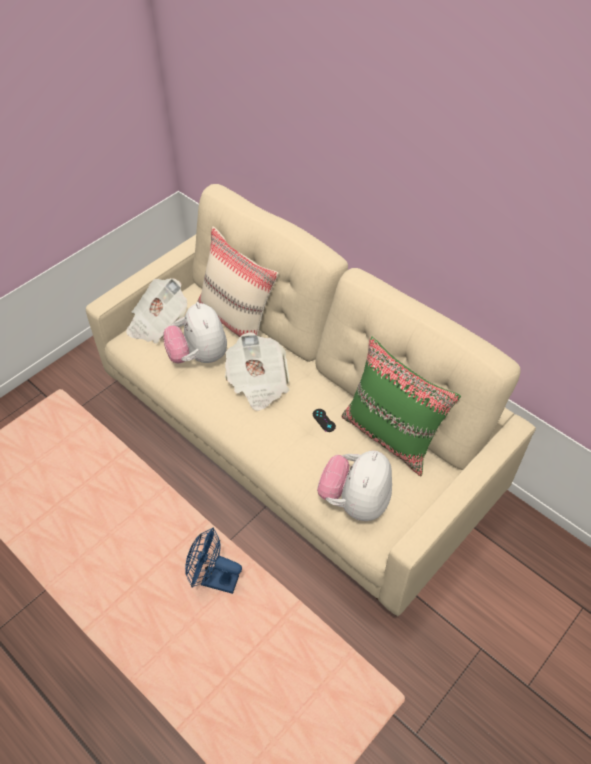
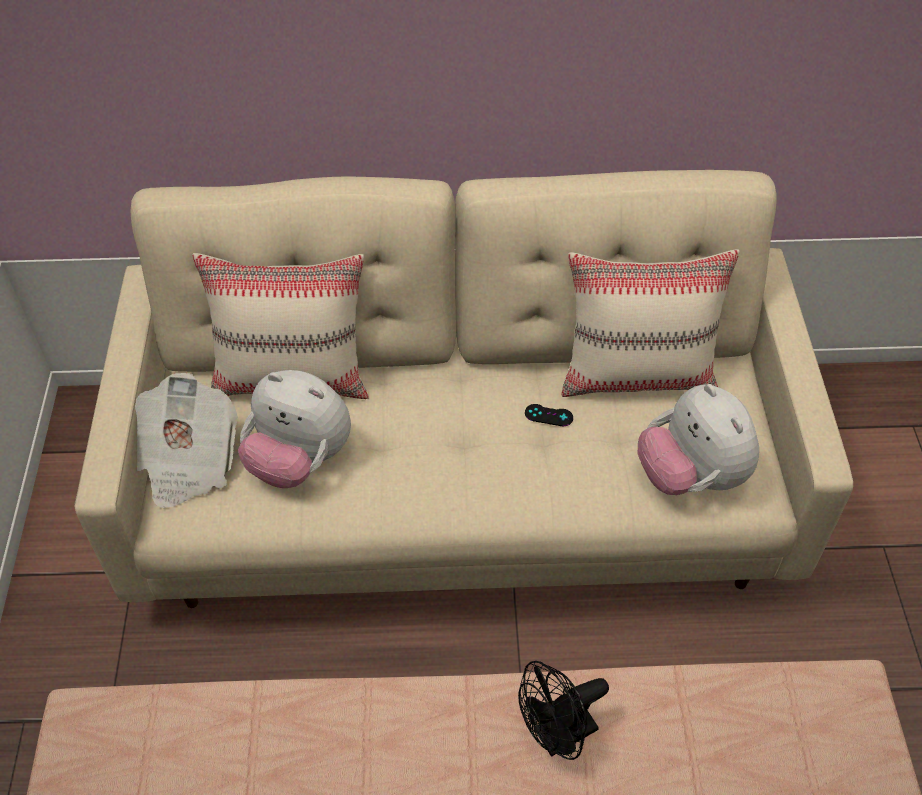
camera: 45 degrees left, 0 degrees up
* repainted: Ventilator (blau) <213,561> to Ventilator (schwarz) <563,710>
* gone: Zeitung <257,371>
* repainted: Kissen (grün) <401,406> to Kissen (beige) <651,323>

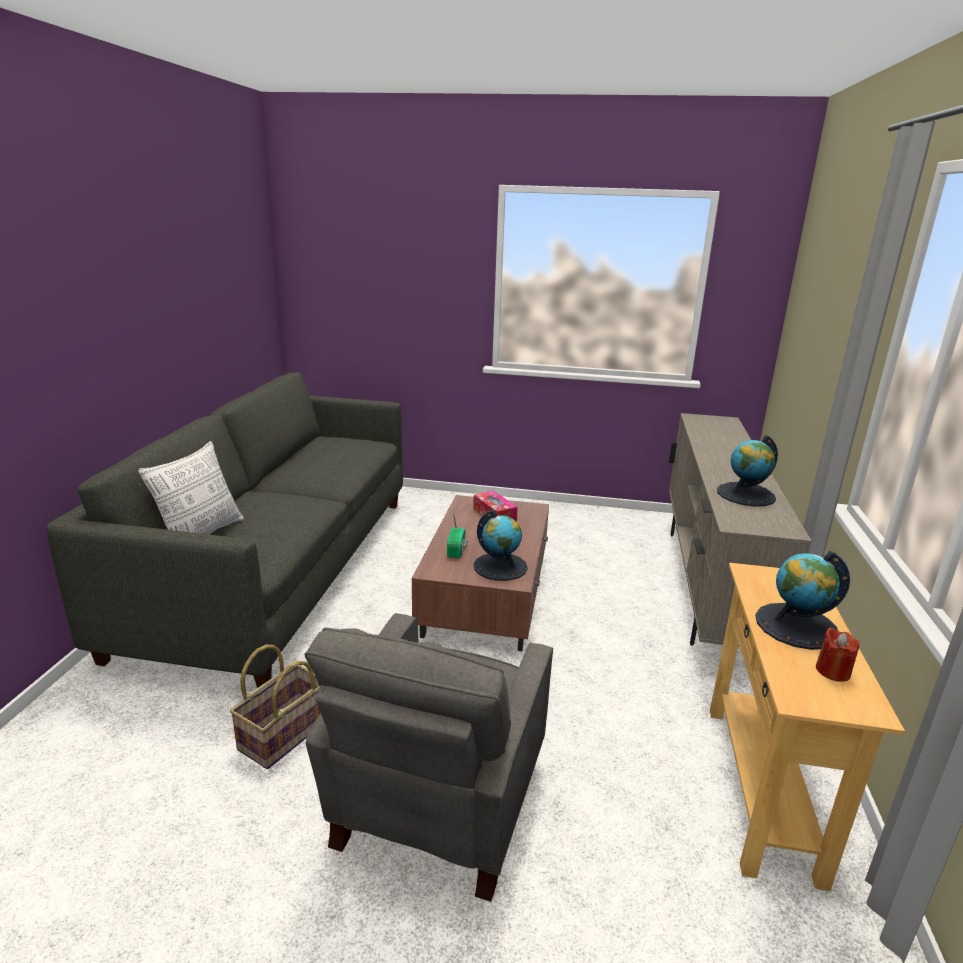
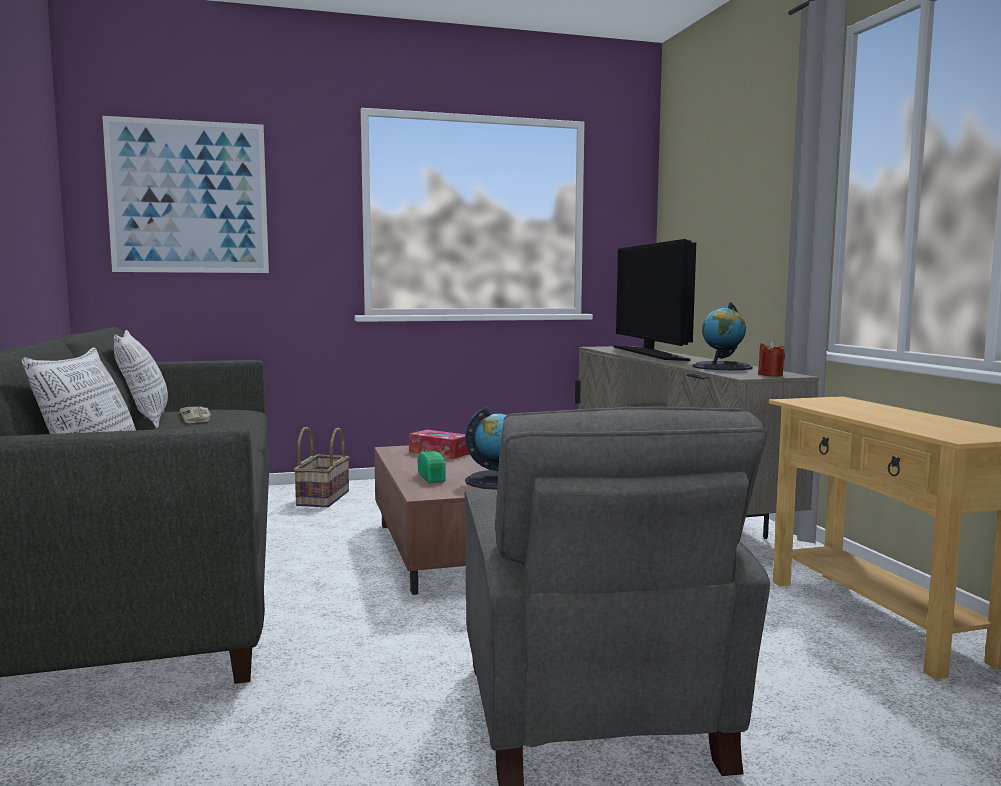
camera: 25 degrees left, 15 degrees down
* shifted: Korb <275,706> to <321,467>
* gone: Globus <802,600>
* shifted: Kerze (rot) <838,654> to <771,358>
* new: Bild <185,194>
* new: Kissen <141,379>
* new: Zeitung <195,415>
* new: Fernseher <655,300>

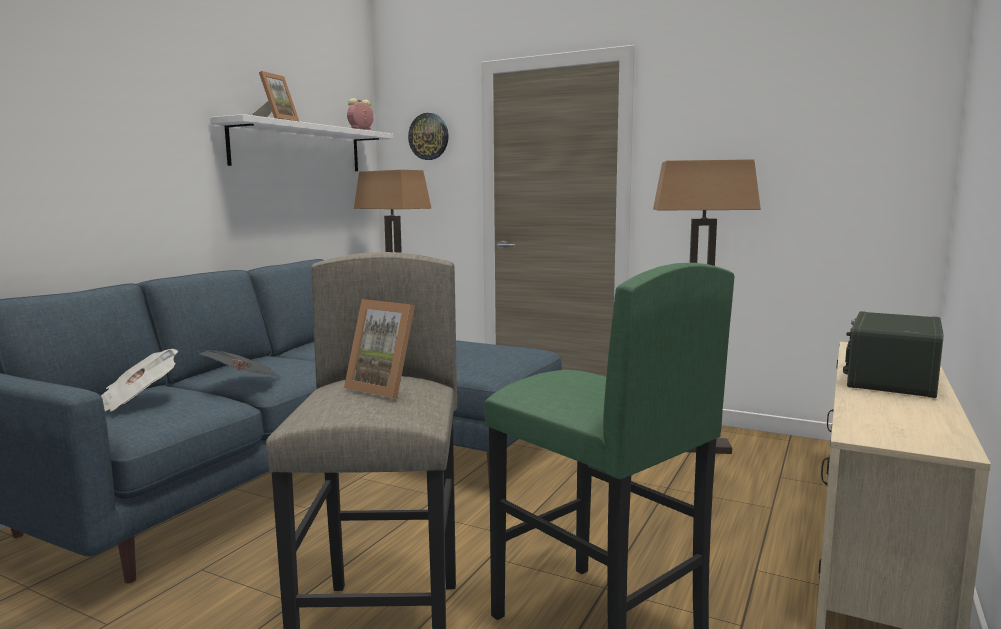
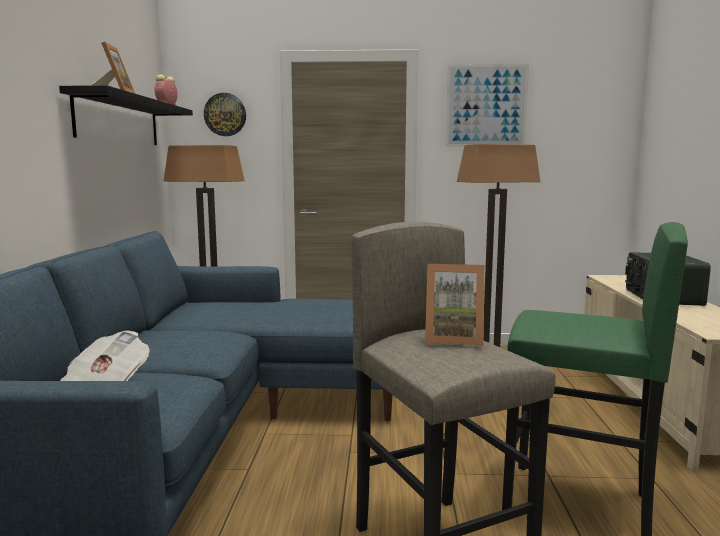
camera: 25 degrees left, 0 degrees up
* gone: Zeitung <240,363>
* repainted: Wandregal (weiß) <301,142> to Wandregal (schwarz) <126,115>
* new: Bild <487,105>

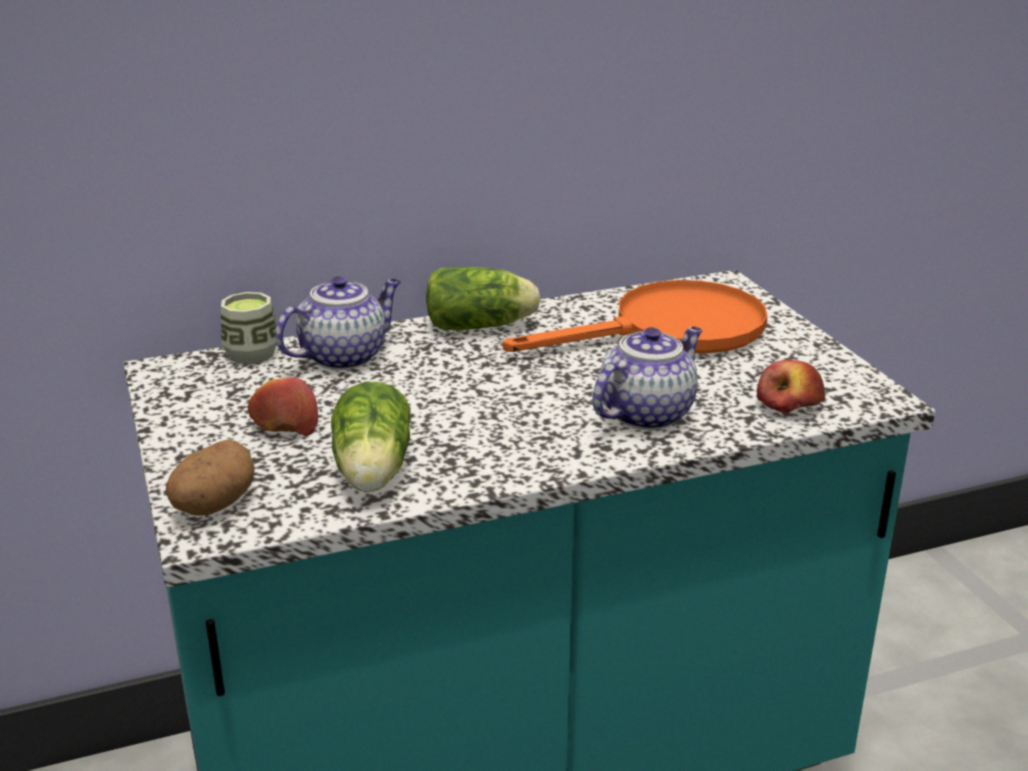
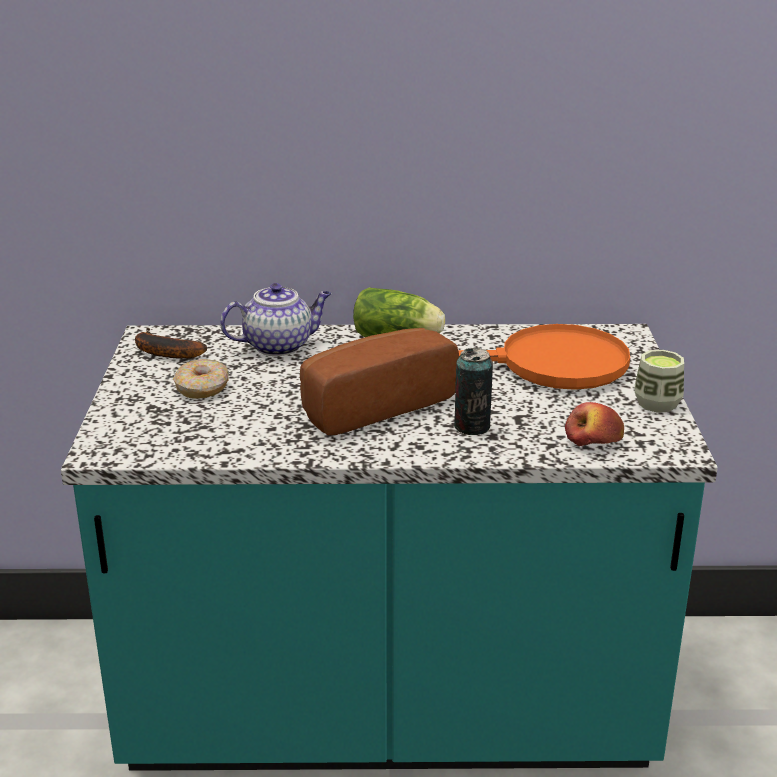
camera: 20 degrees right, 0 degrees up
* gone: Kartoffel <210,478>
* shifted: Tasse <249,328> to <659,381>
* swapped: Apfel <283,407> to Donut <201,379>
* gone: Salatkopf <371,437>
* swapped: Teekanne <647,378> to Dose <473,391>
* new: Banane <171,343>
* new: Brot <379,381>

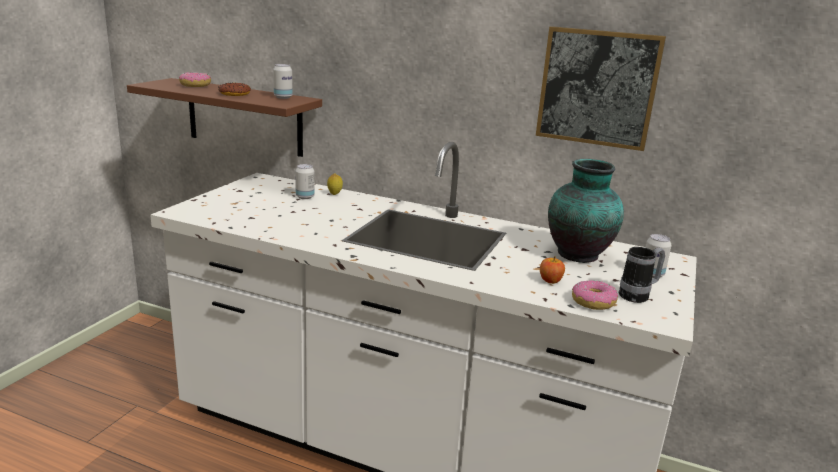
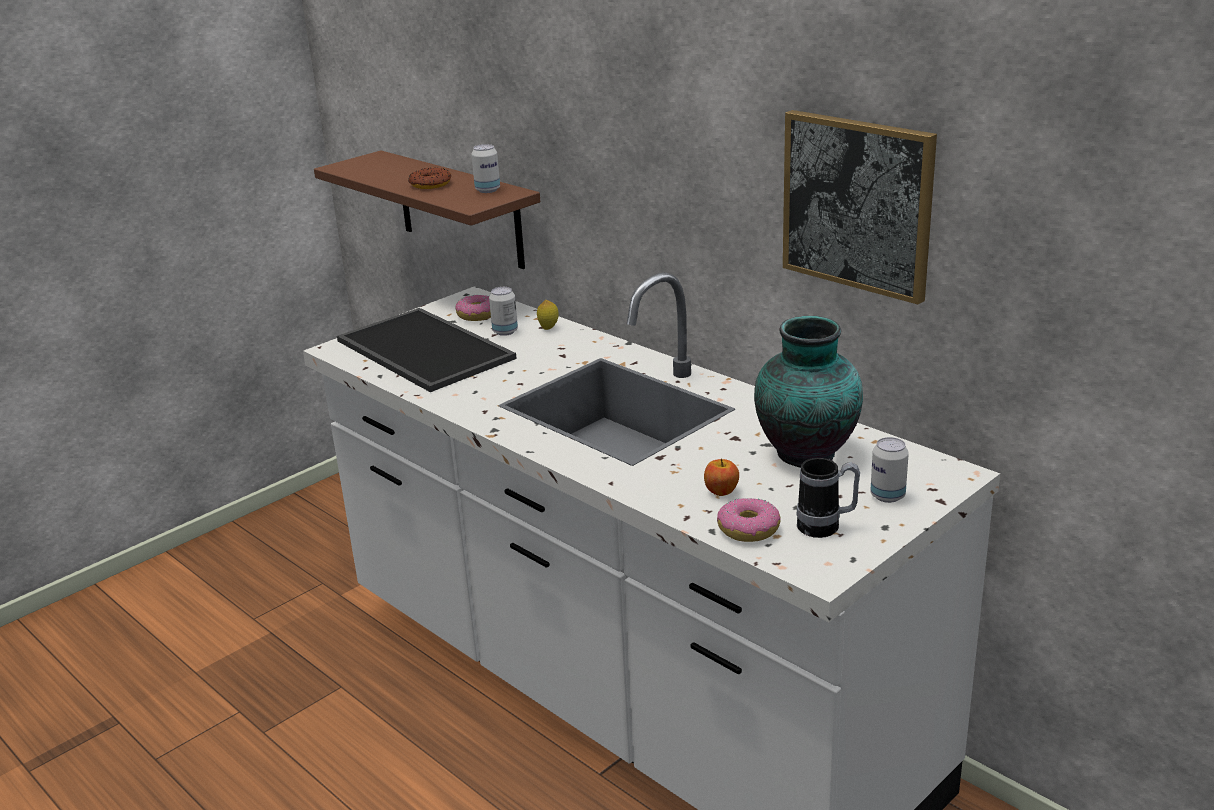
camera: 25 degrees right, 5 degrees up
* shifted: Donut <195,80> to <473,308>
* new: Tablett <427,350>

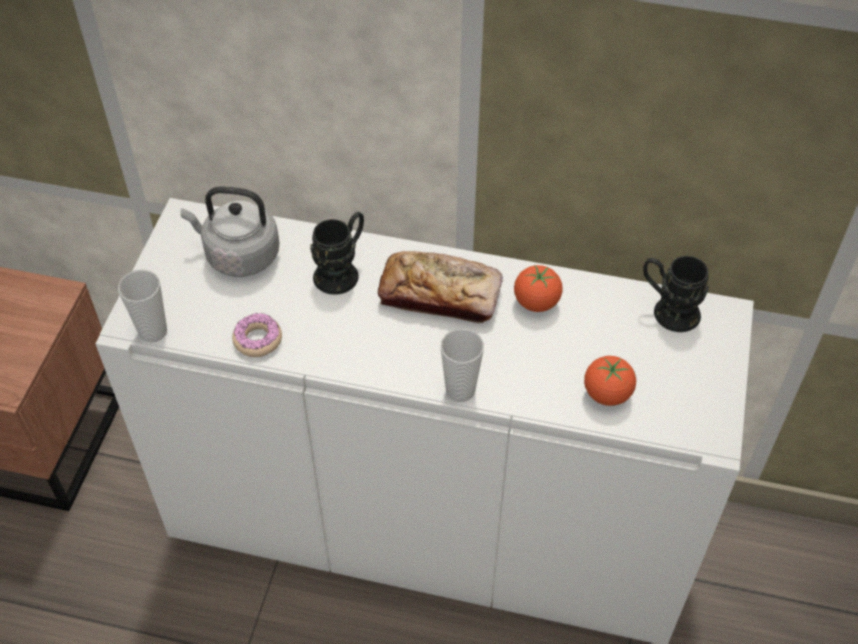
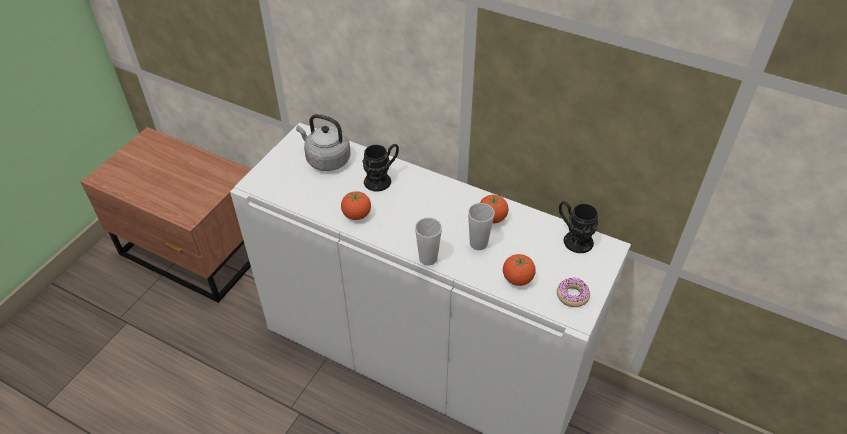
camera: 15 degrees right, 5 degrees down
* shifted: Tasse <142,306> to <481,226>
* shifted: Donut <257,335> to <573,292>
* gone: Brot <440,287>
* new: Tomate <356,205>

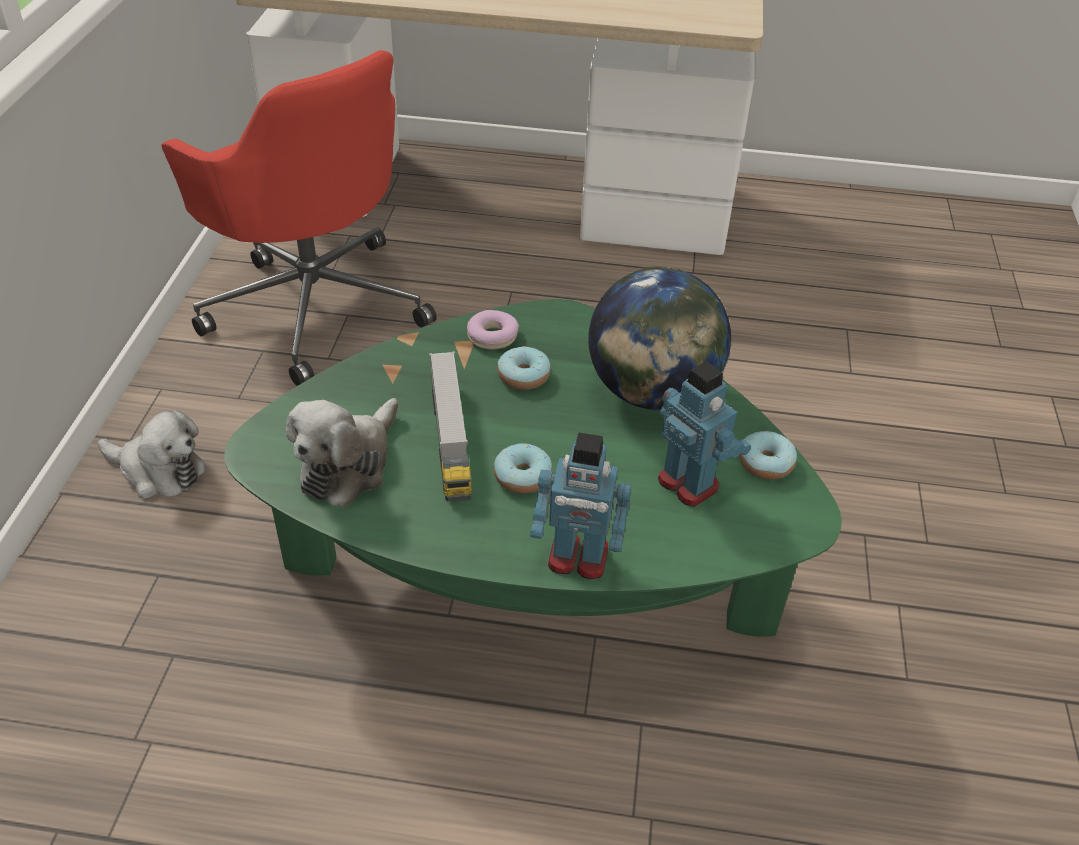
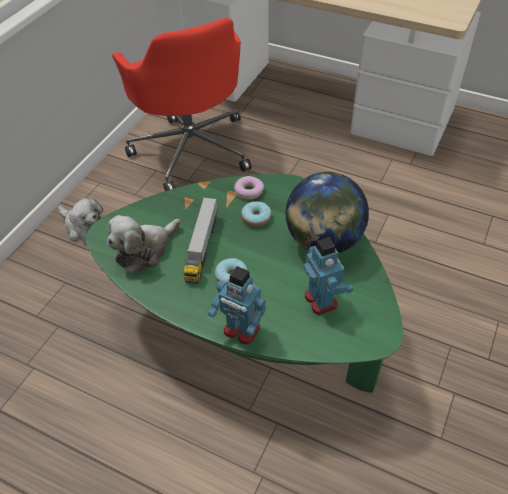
camera: 20 degrees right, 5 degrees up
* gone: Donut <768,455>

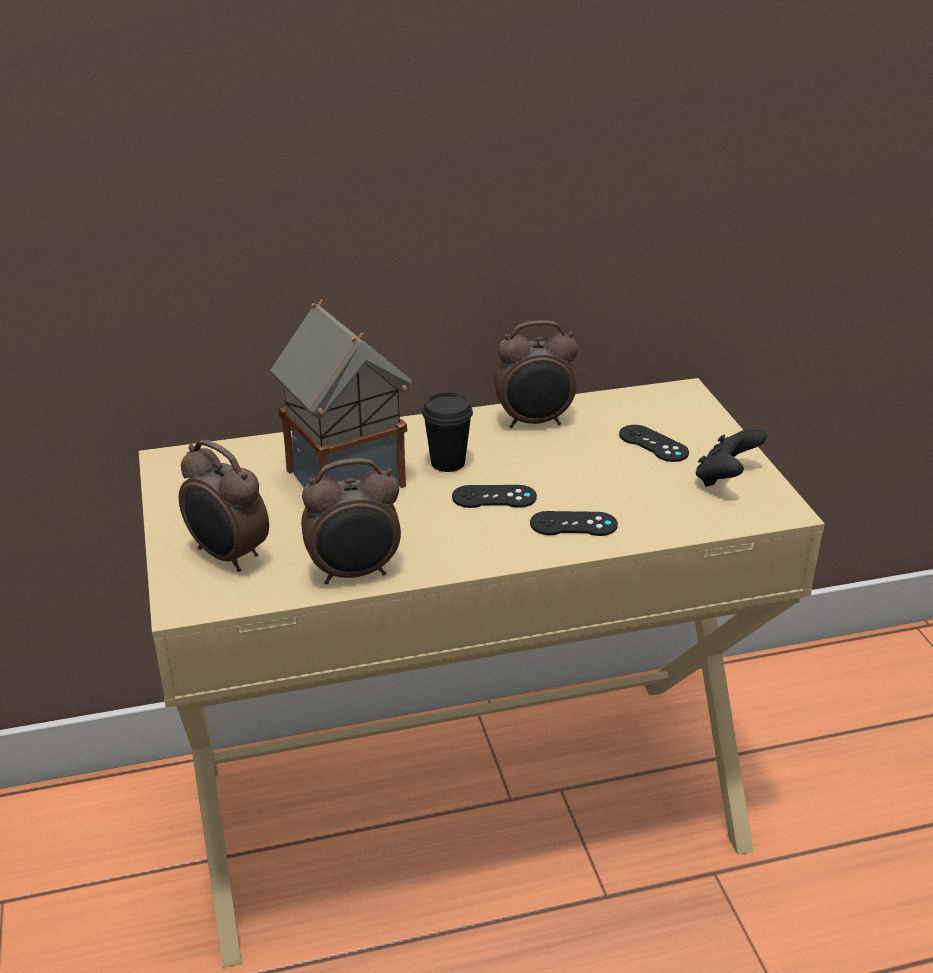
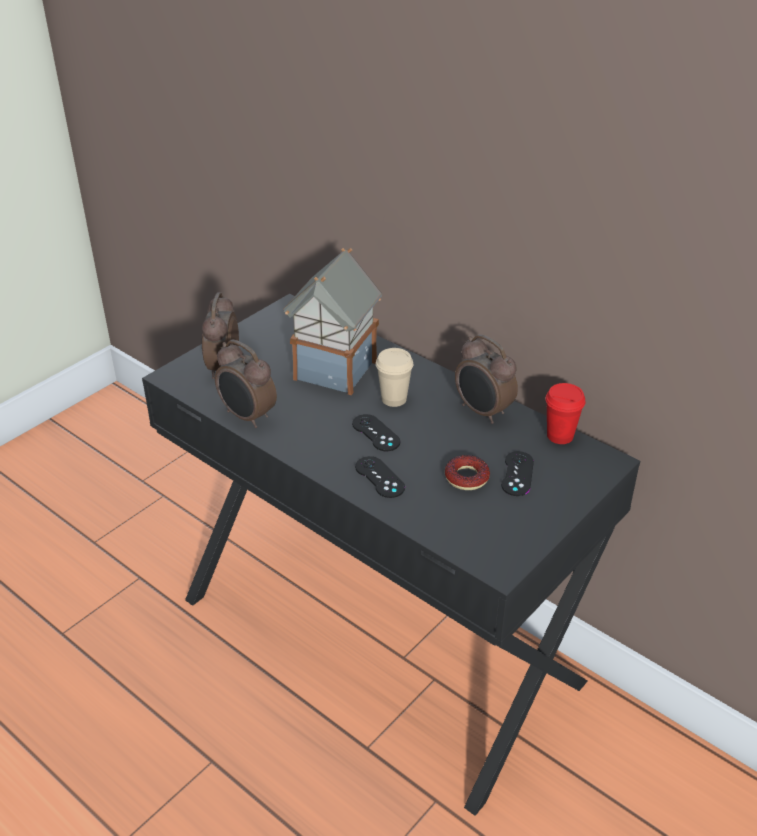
camera: 55 degrees right, 5 degrees up
* repainted: Schreibtisch (beige) <482,673> to Schreibtisch (schwarz) <391,555>
* repainted: Tasse (schwarz) <447,432> to Tasse (beige) <394,377>
* gone: Gamepad (schwarz) <731,457>
* new: Donut <467,472>
* new: Tasse (rot) <565,413>

